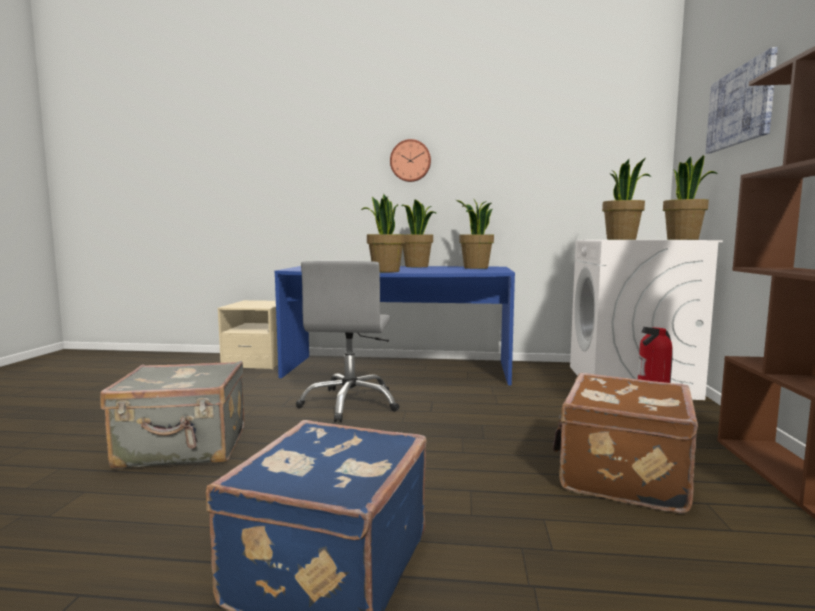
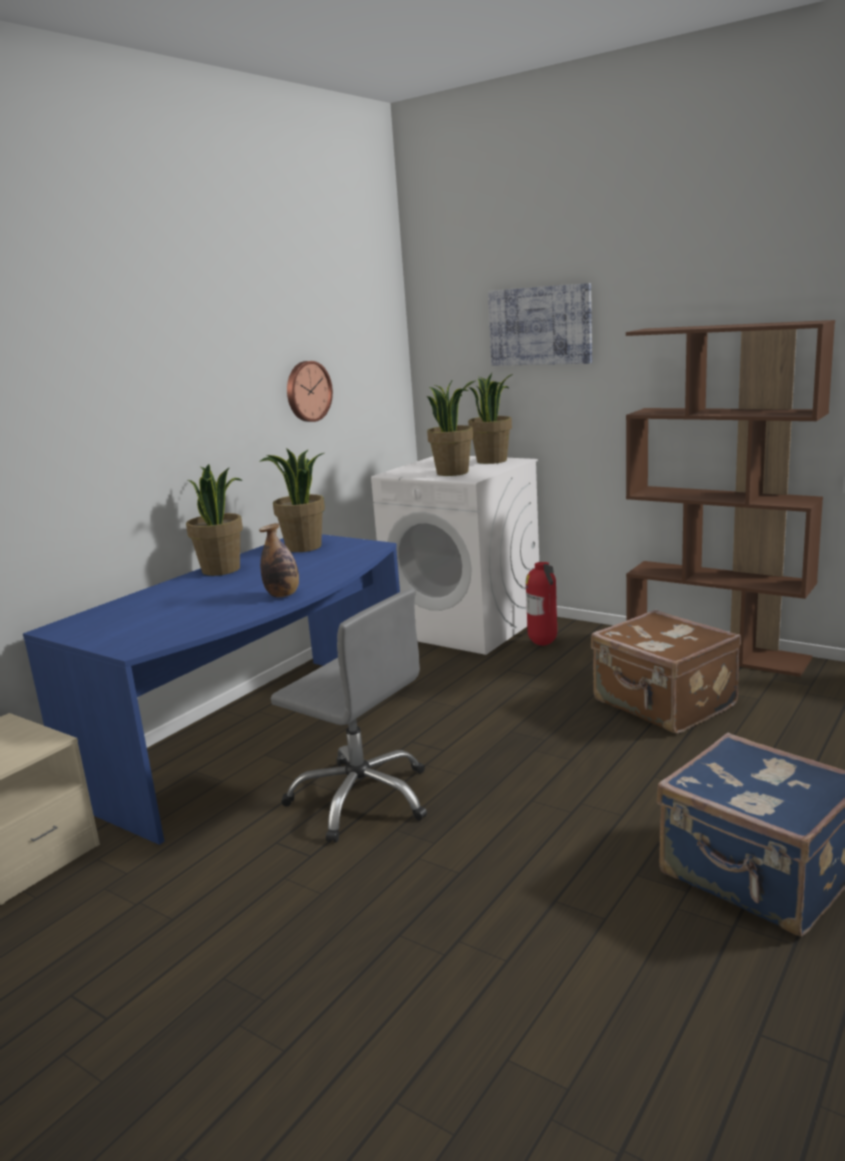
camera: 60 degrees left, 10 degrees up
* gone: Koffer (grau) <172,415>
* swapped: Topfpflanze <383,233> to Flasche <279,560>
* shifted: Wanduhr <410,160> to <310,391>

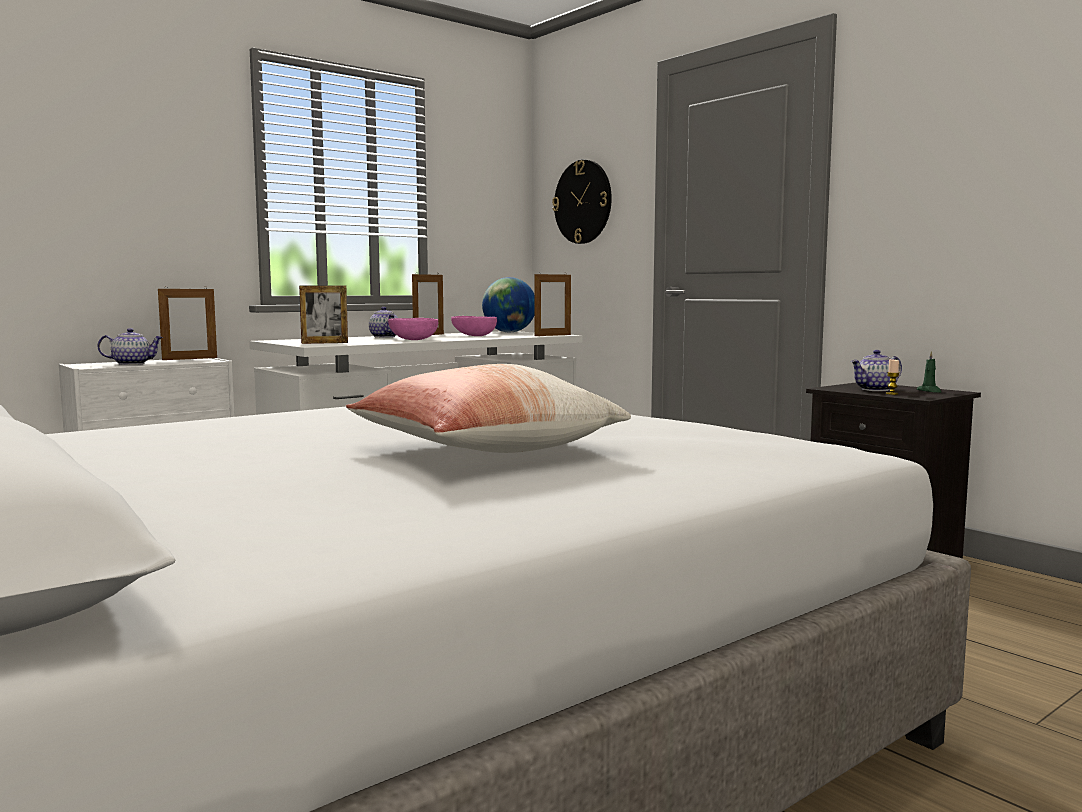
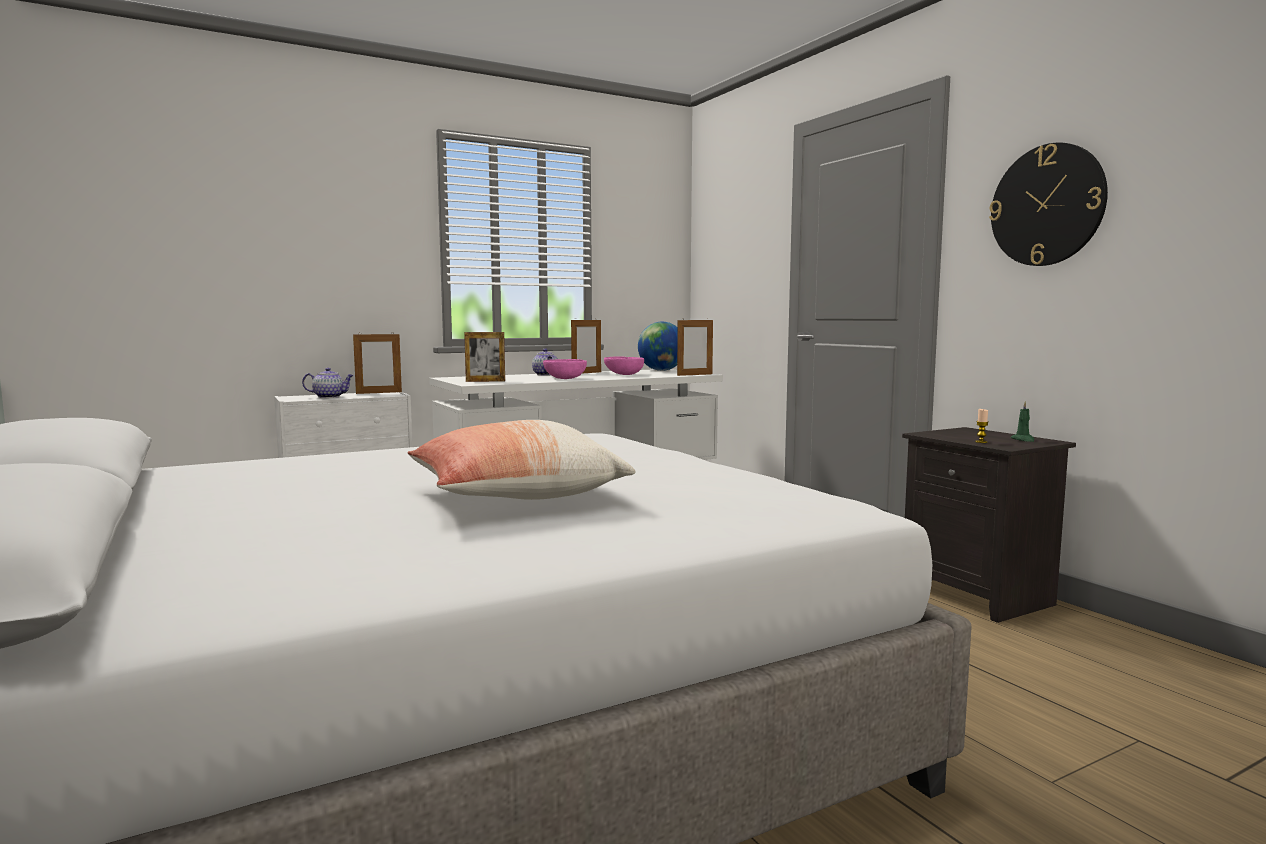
camera: 10 degrees right, 0 degrees up
* shifted: Wanduhr <582,202> to <1048,204>
* gone: Teekanne <876,370>

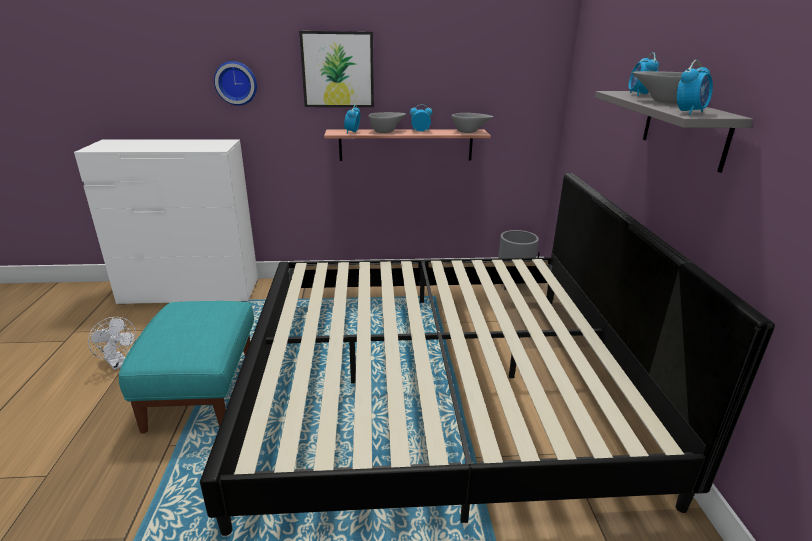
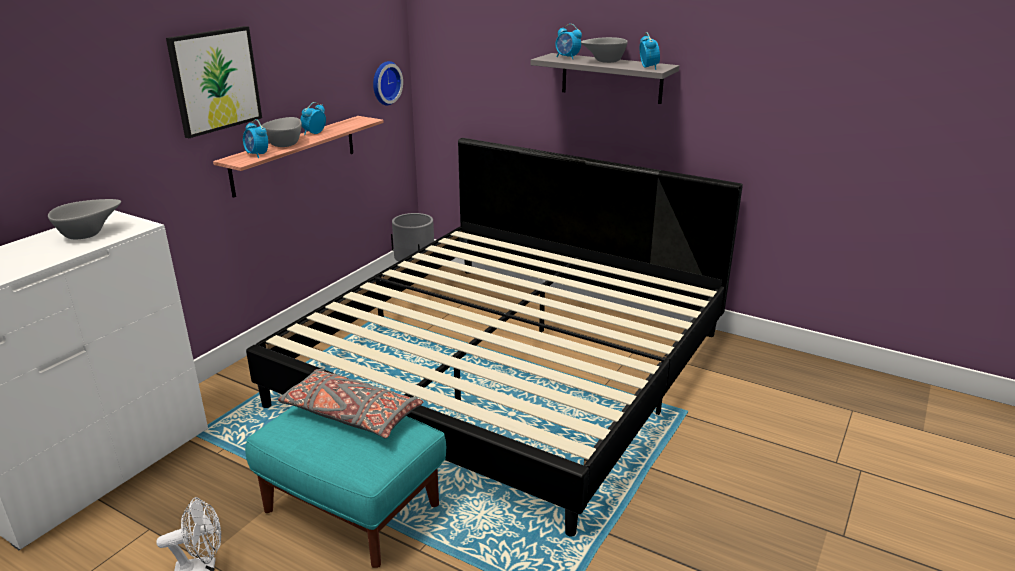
camera: 55 degrees left, 0 degrees up
* shifted: Wanduhr <235,83> to <388,83>
* shifted: Schüssel (grau) <472,123> to <84,219>
* new: Kissen (grau) <351,403>

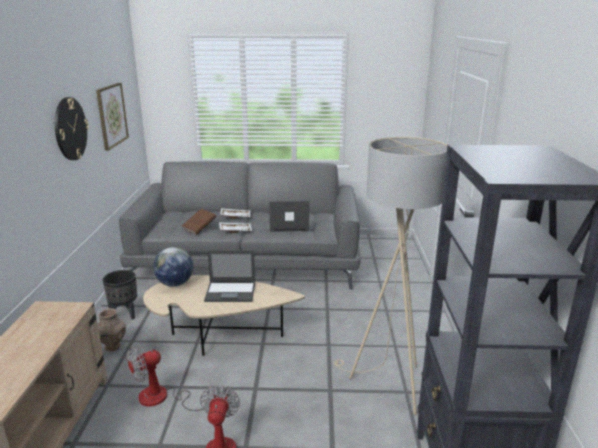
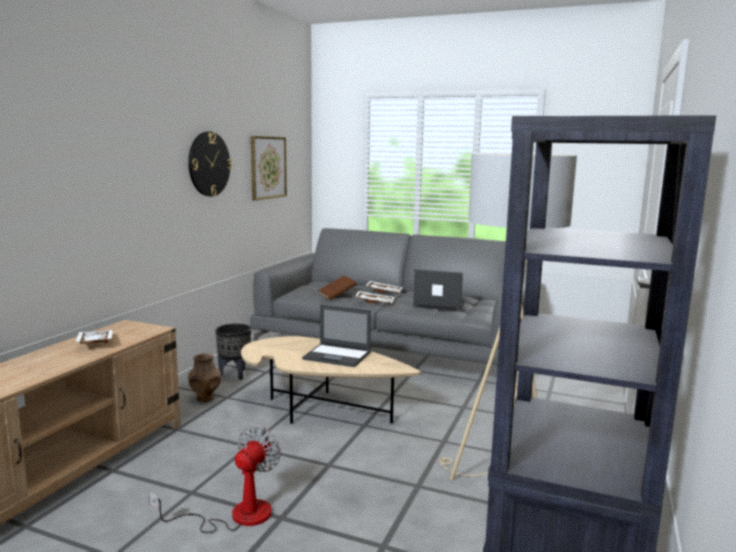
camera: 20 degrees right, 10 degrees down
* gone: Ventilator <170,379>
* gone: Globus <173,267>
* new: Tablett (weiß) <94,337>

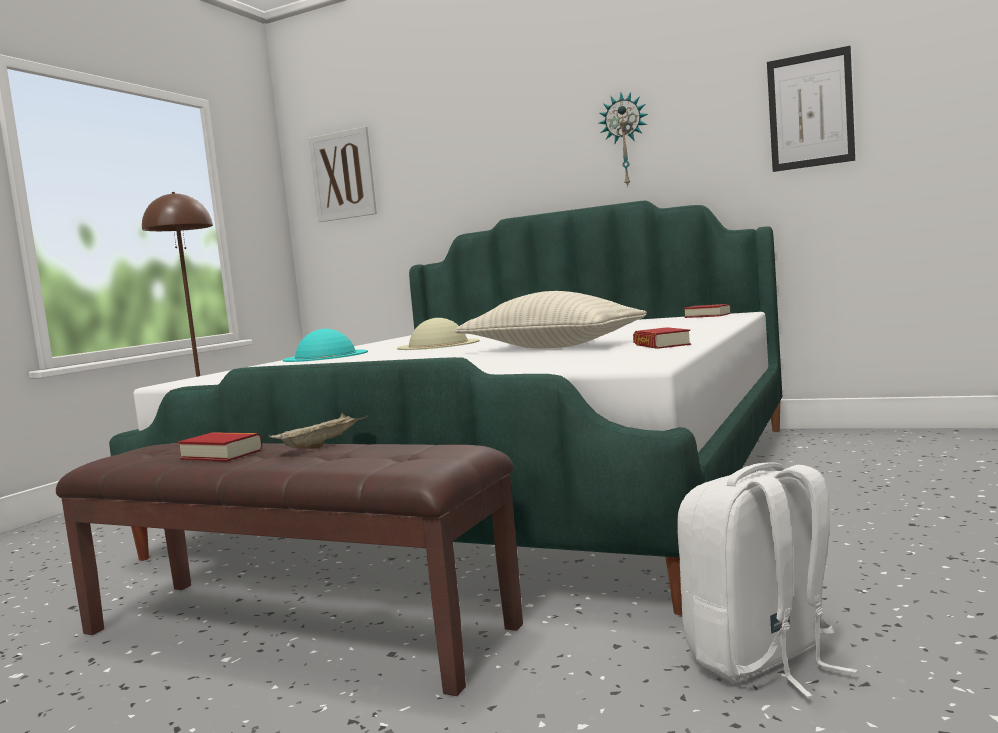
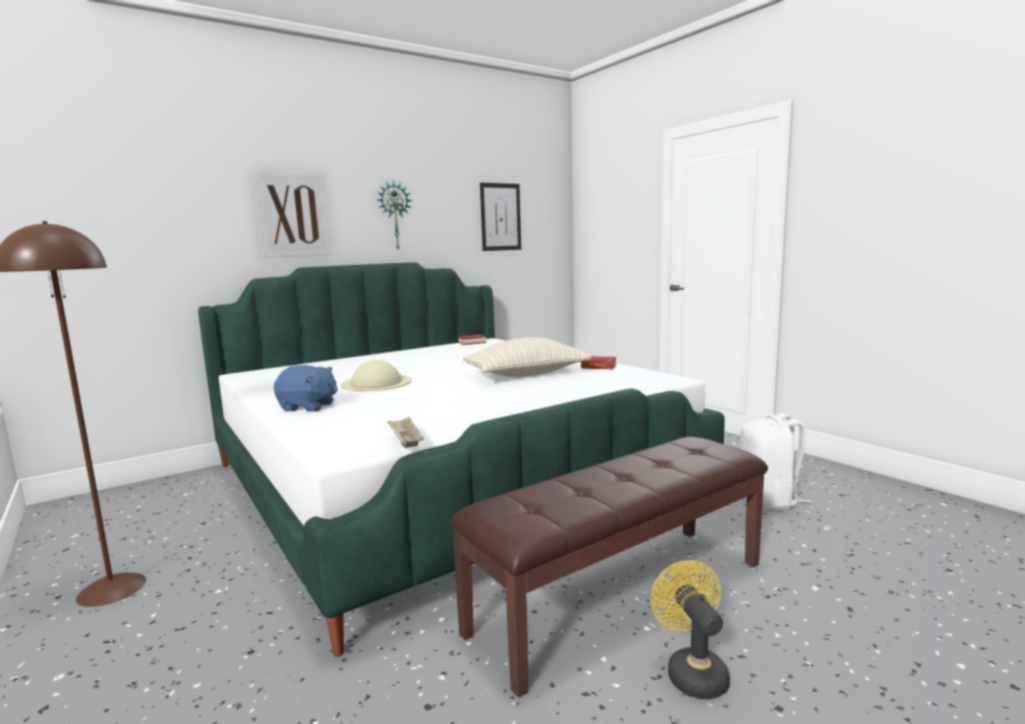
camera: 60 degrees left, 5 degrees up
* gone: Buch <220,446>
* shifted: Tablett (beige) <318,431> to <405,432>
* swapped: Hut (türkis) <325,345> to Plüschtier (blau) <306,388>
* shifted: Bild <343,174> to <292,214>
* new: Ventilator (gelb) <690,629>

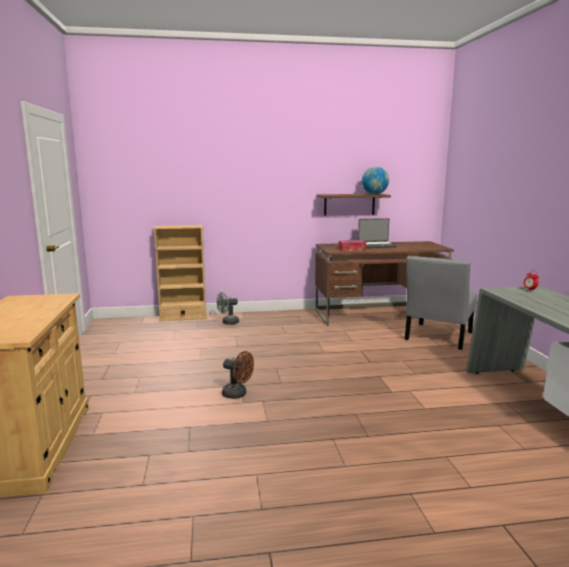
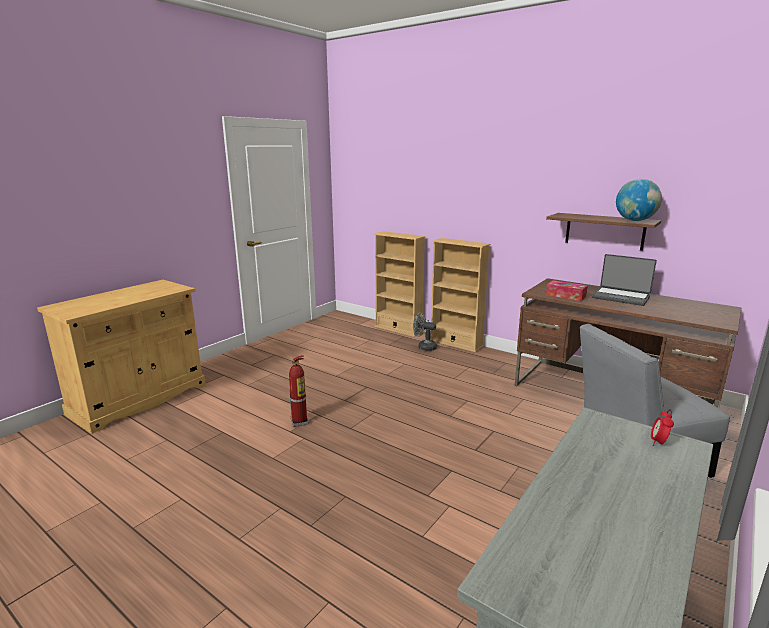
camera: 45 degrees right, 5 degrees up
* swapped: Ventilator (braun) <238,375> to Feuerlöscher <299,391>
* new: Bücherregal (beige) <460,295>

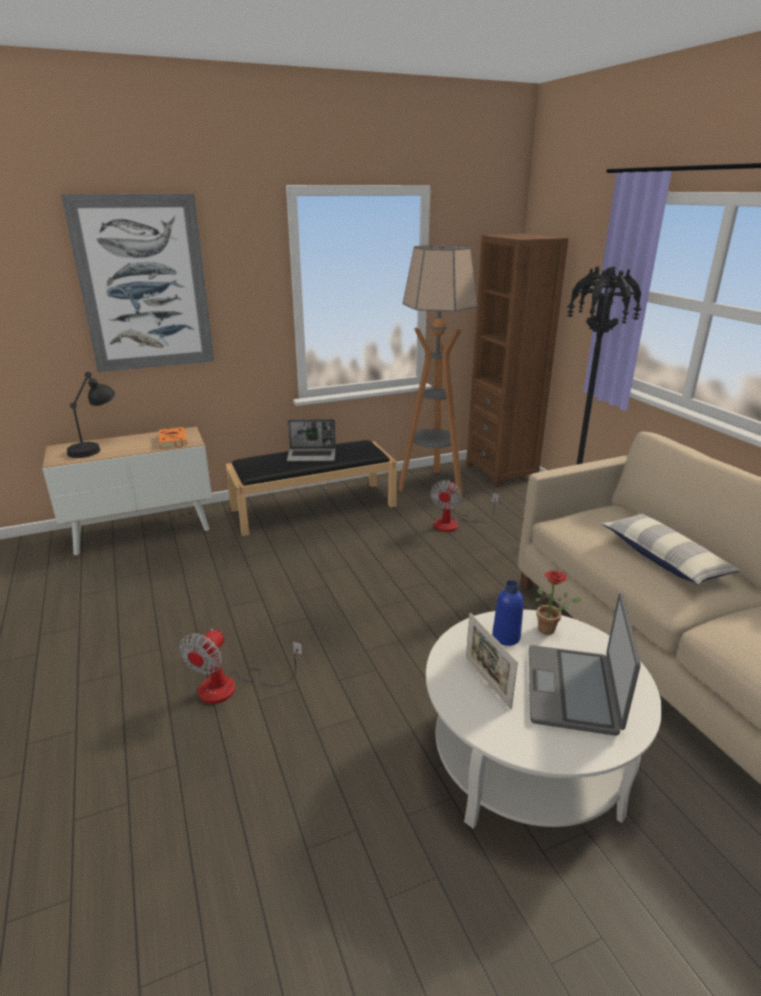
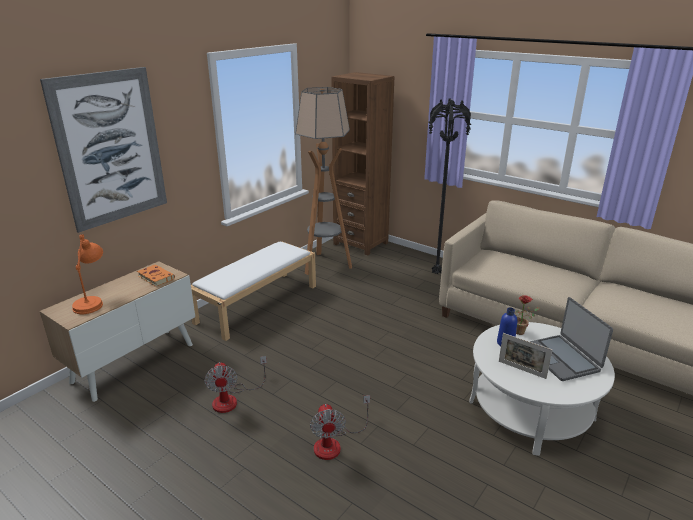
camera: 30 degrees left, 0 degrees up
* repainted: Tischlampe (schwarz) <91,415> to Tischlampe (orange) <87,274>
* repainted: Bank (schwarz) <311,488> to Bank (weiß) <253,291>
* gone: Laptop <311,440>
* shifted: Ventilator <464,506> to <235,384>
* gone: Kissen <671,549>

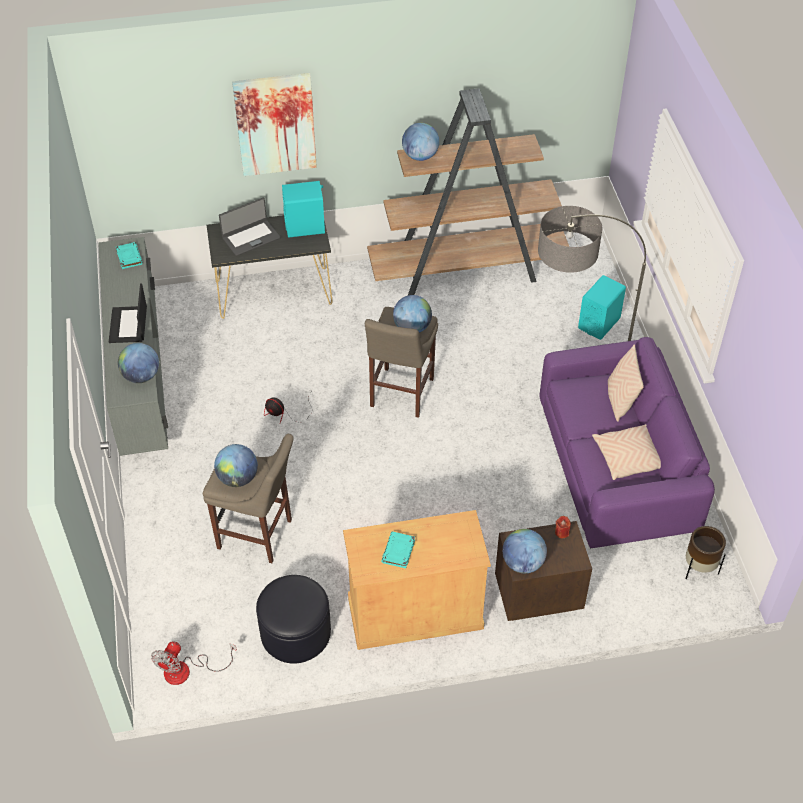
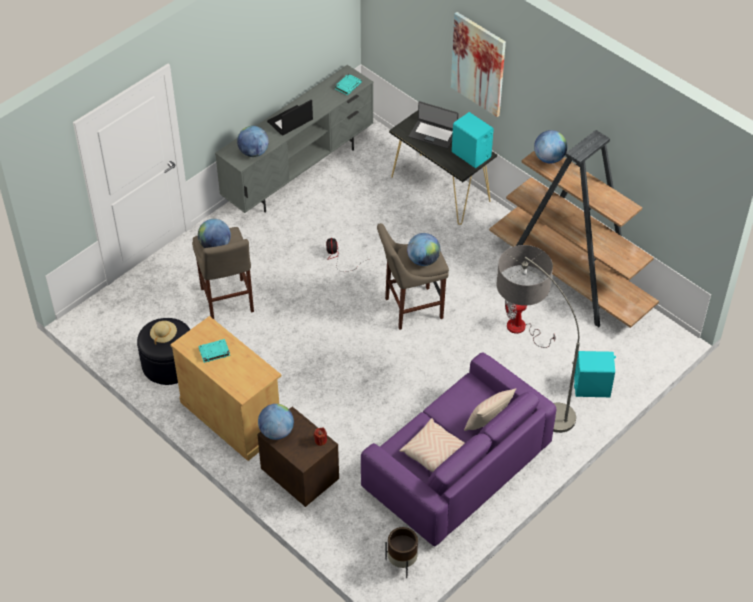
camera: 55 degrees right, 0 degrees up
* shifted: Ventilator <194,663> to <530,324>
* new: Hut (beige) <163,333>

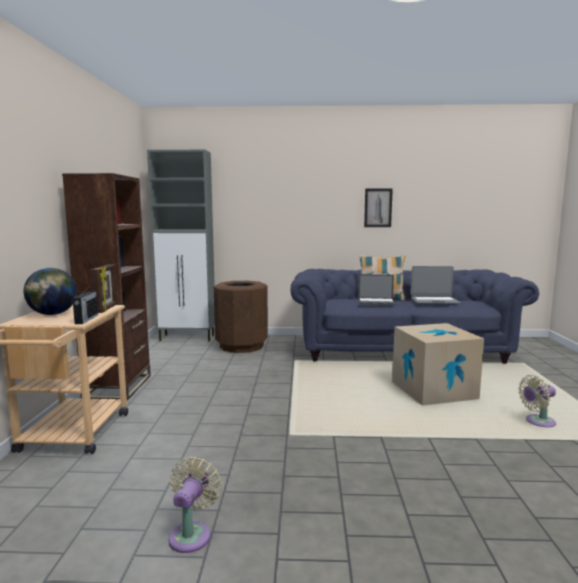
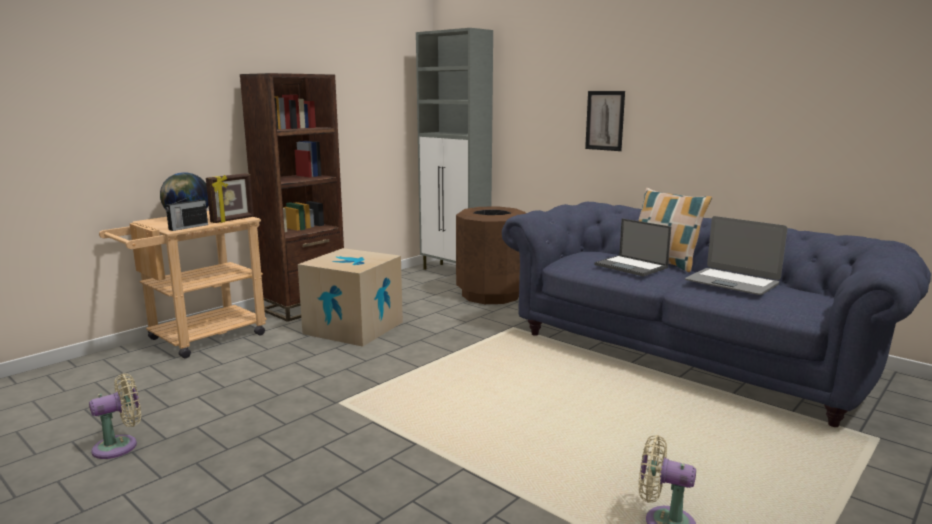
camera: 40 degrees right, 5 degrees up
* shifted: Bild <378,208> to <605,121>
* shifted: Karton <438,364> to <350,297>

